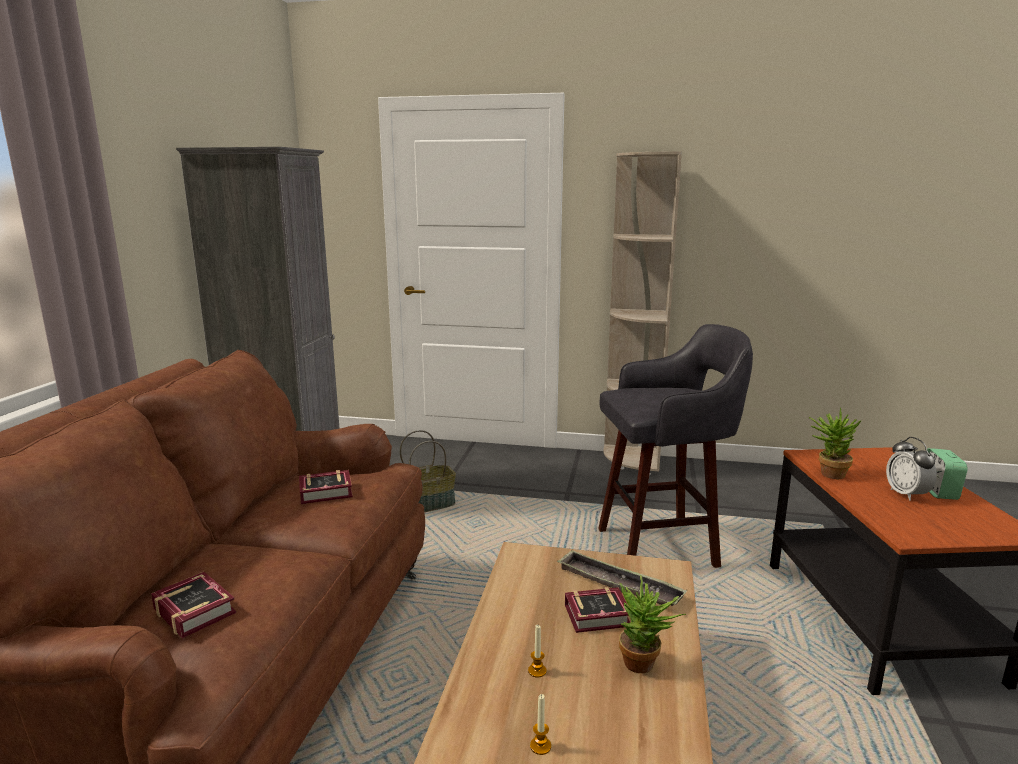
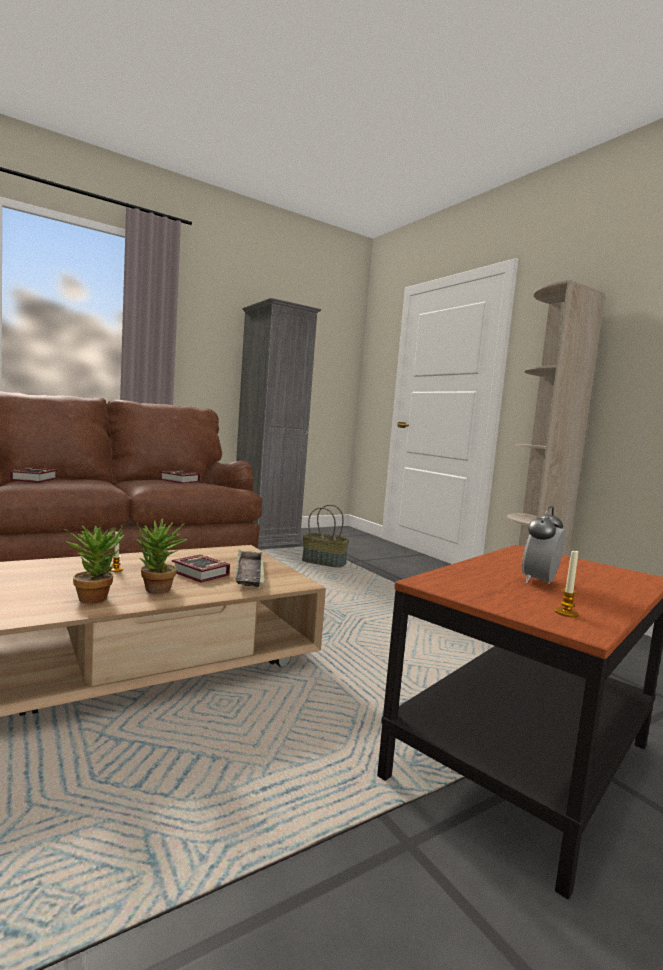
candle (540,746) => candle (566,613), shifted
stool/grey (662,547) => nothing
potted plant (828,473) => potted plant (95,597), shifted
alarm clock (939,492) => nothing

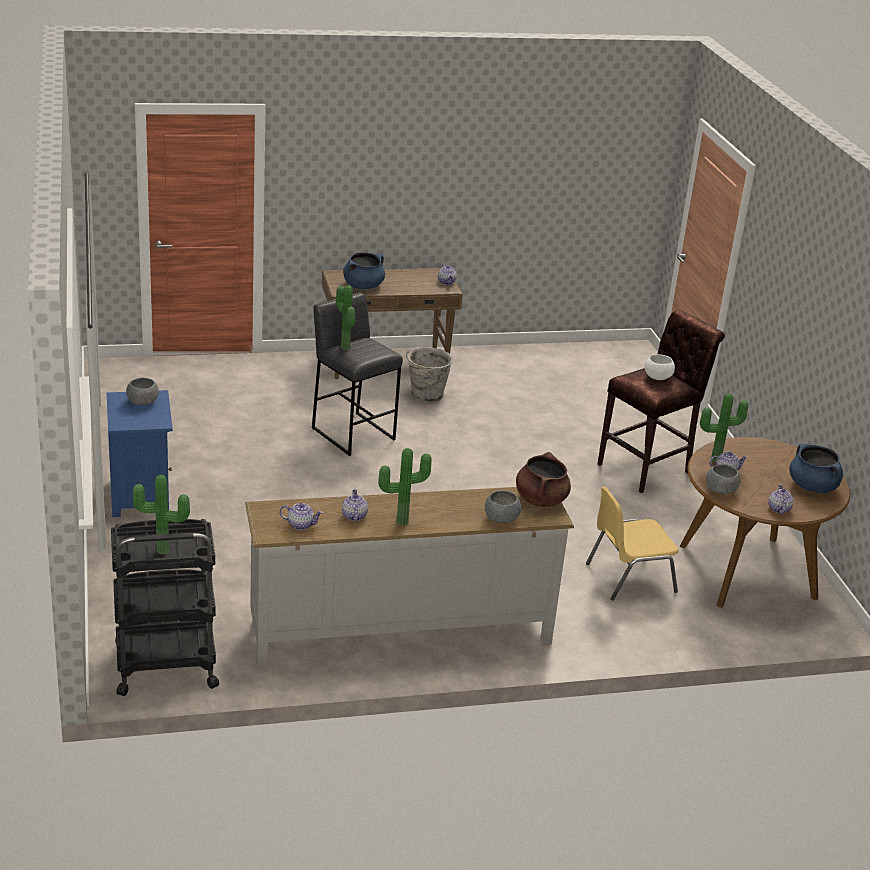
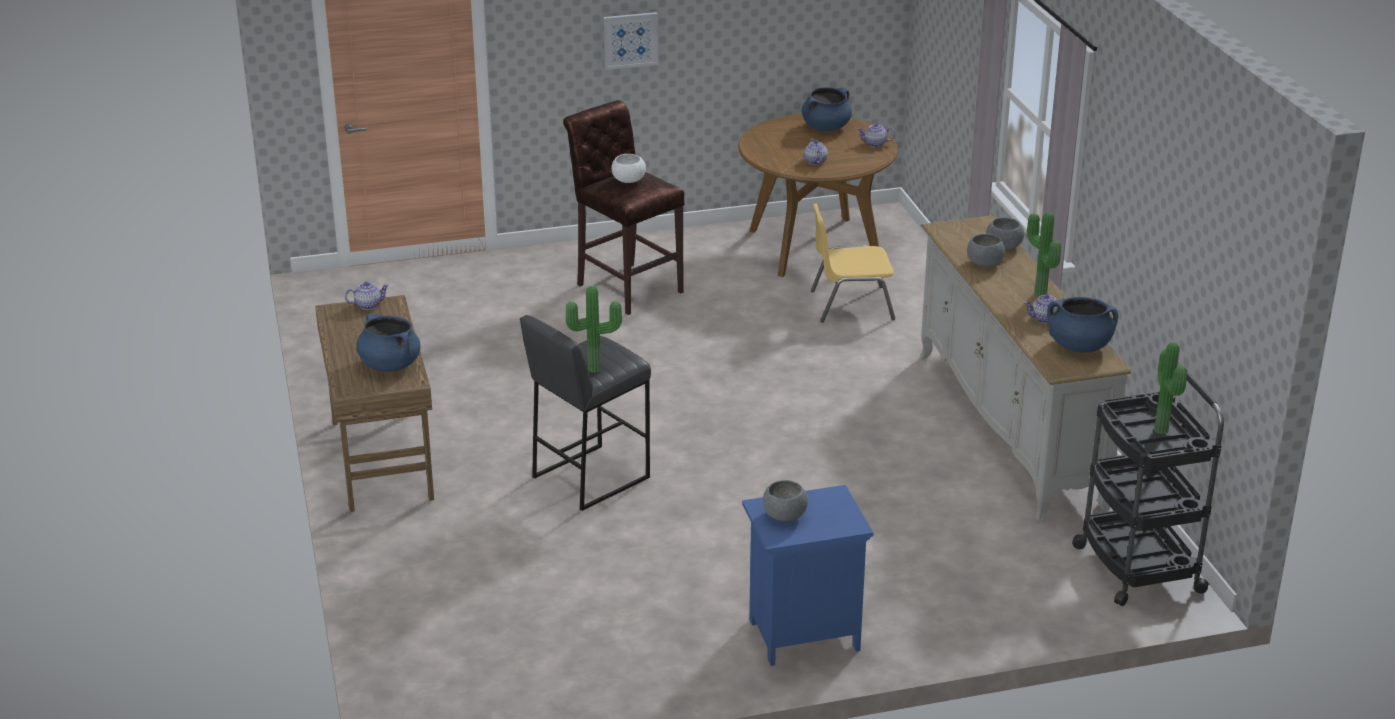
teapot (301,525) => cooking pot/blue (1079,346)
bucket/grey (426,396) => nothing
cooking pot/brown (541,499) => nothing
chair/yellow (628,577) => chair/yellow (850,305), 105 degrees clockwise
potted plant (715,458) => nothing
bowl/grey (721,490) => bowl/grey (984,263), shifted
nothing => picture (630,40)

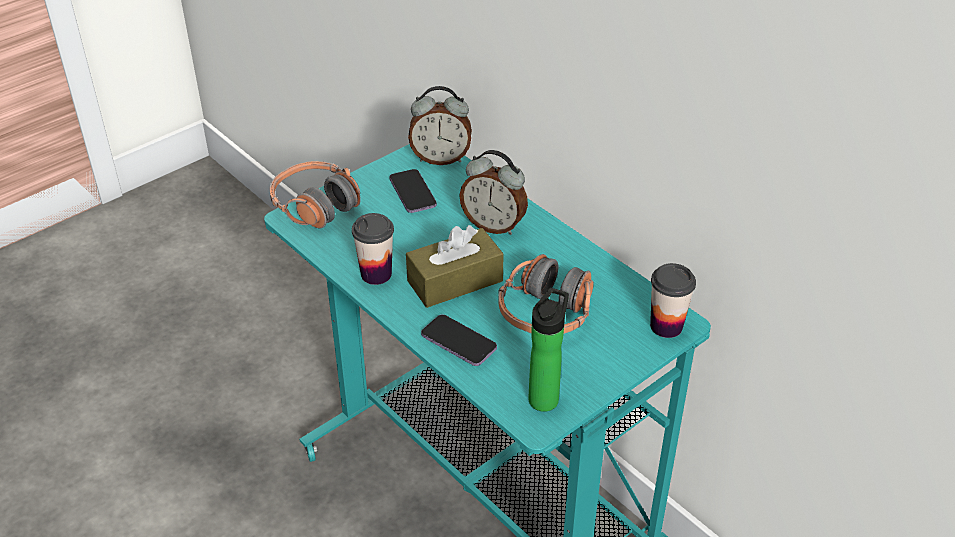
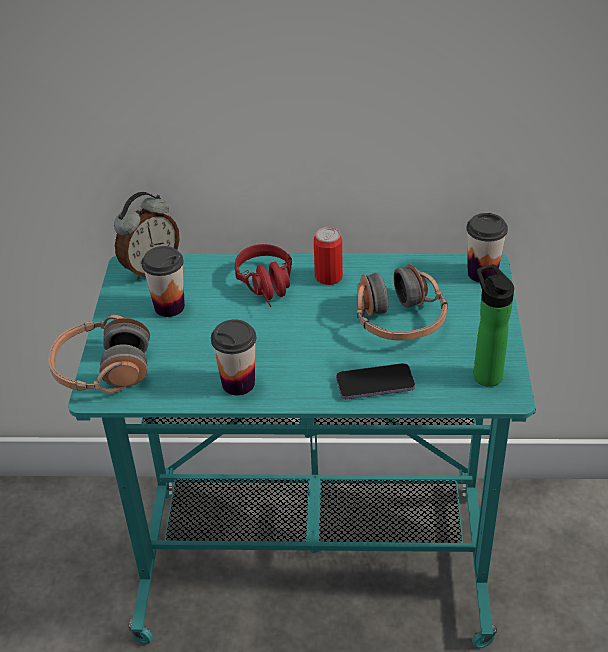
phone (412,193) => cup (169,307)
tissue box/brown (455,281) => nothing
alarm clock (494,225) => headphones/red (269,288)
nothing => can (328,277)

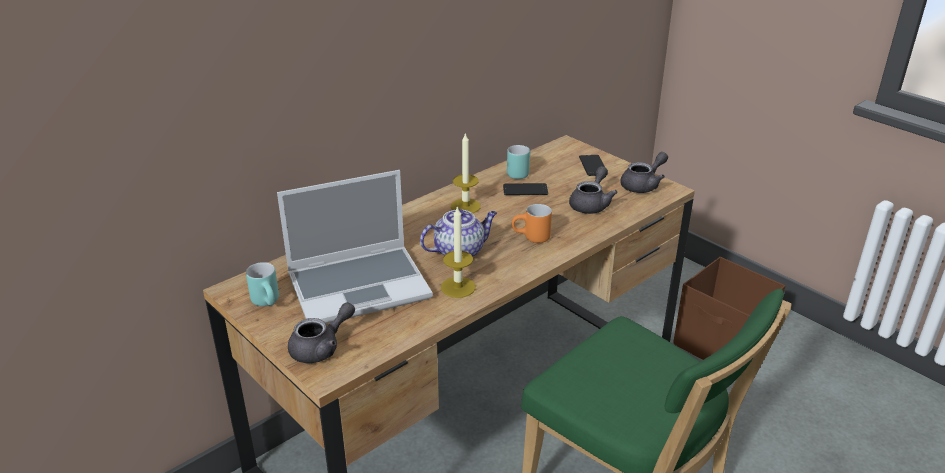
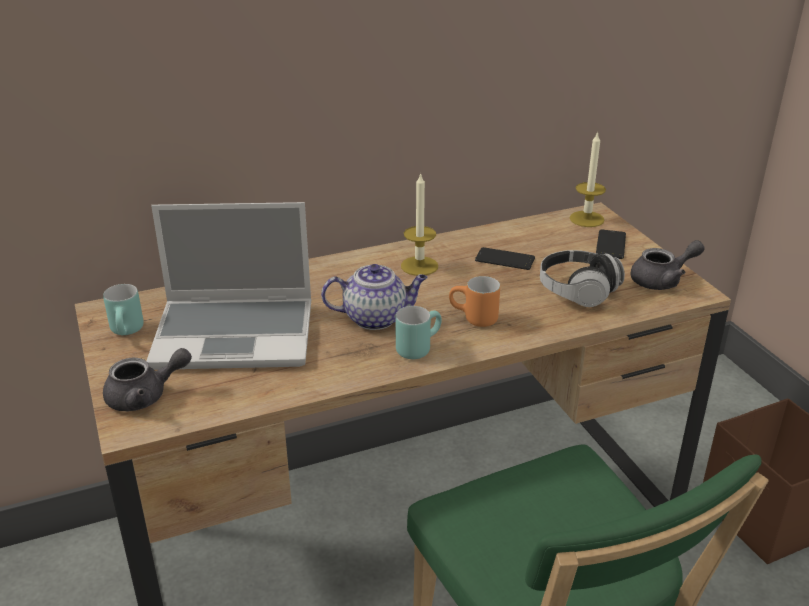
candle (458,287) => candle (586,219), shifted
mug/turquoise (518,172) => mug/turquoise (417,347), shifted
teapot/grey (591,204) => headphones (577,291)

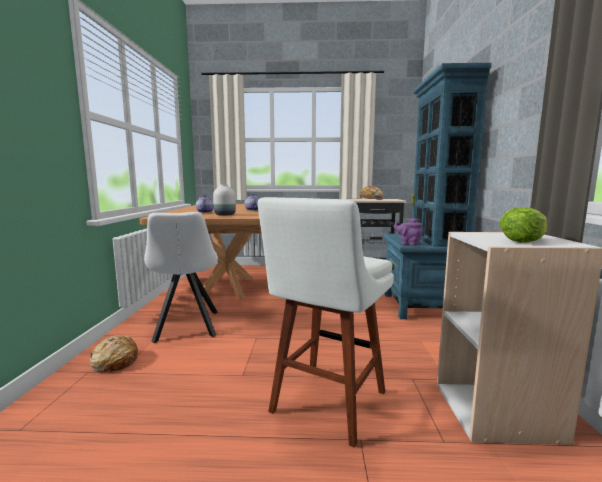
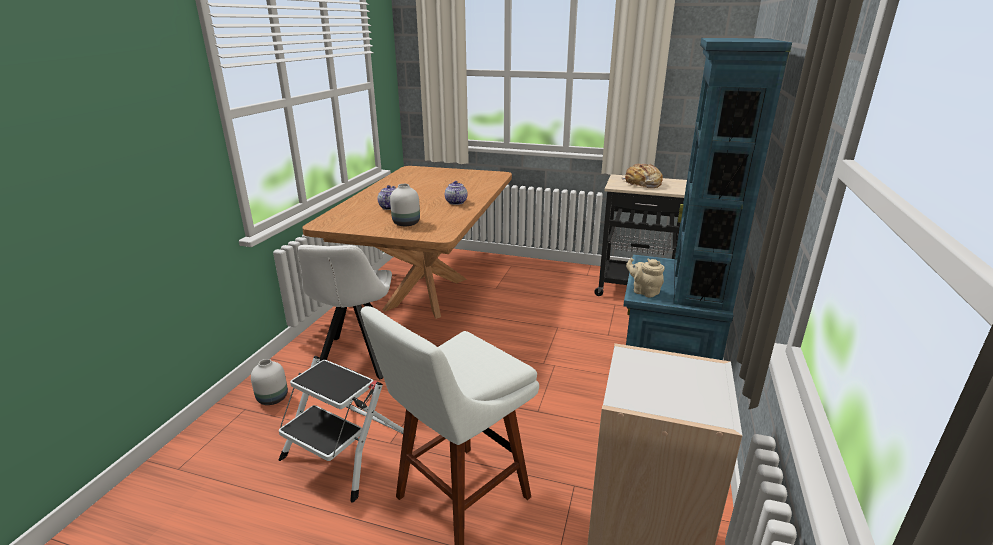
bread (115,361) => vase/white (272,399)
teapot/purple (408,244) => teapot/beige (644,291)
lettuce (523,240) => nothing
nothing => step ladder (349,450)

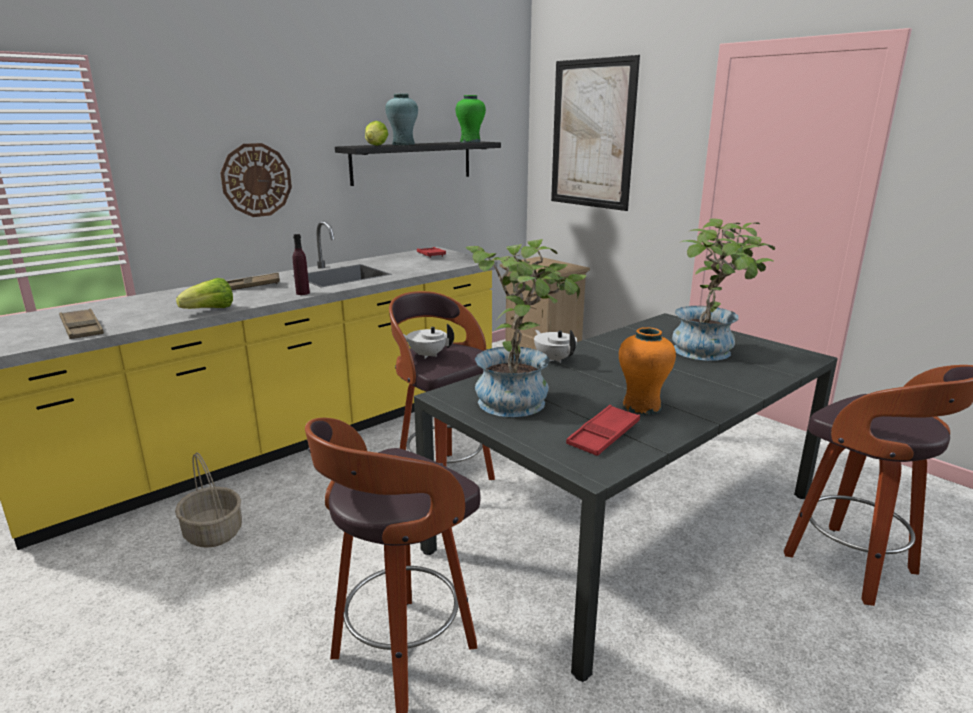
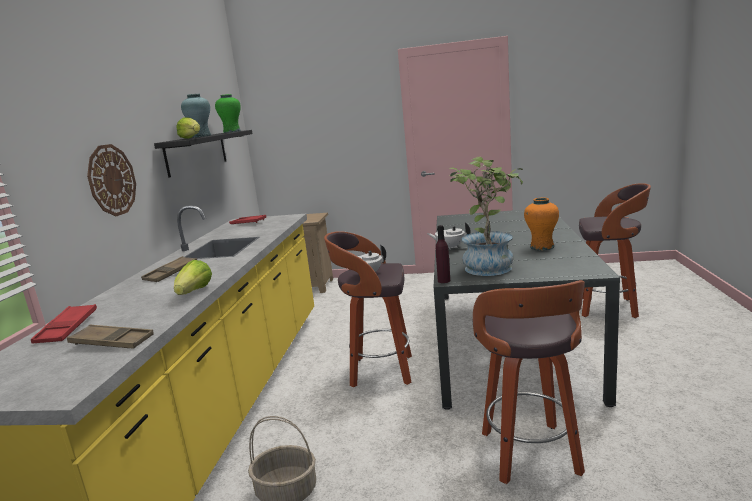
bottle/purple (302,293) => bottle/purple (444,281), shifted
picture (592,134) => nothing
tray/red (603,436) => tray/red (67,328), shifted
potted plant (710,352) => nothing

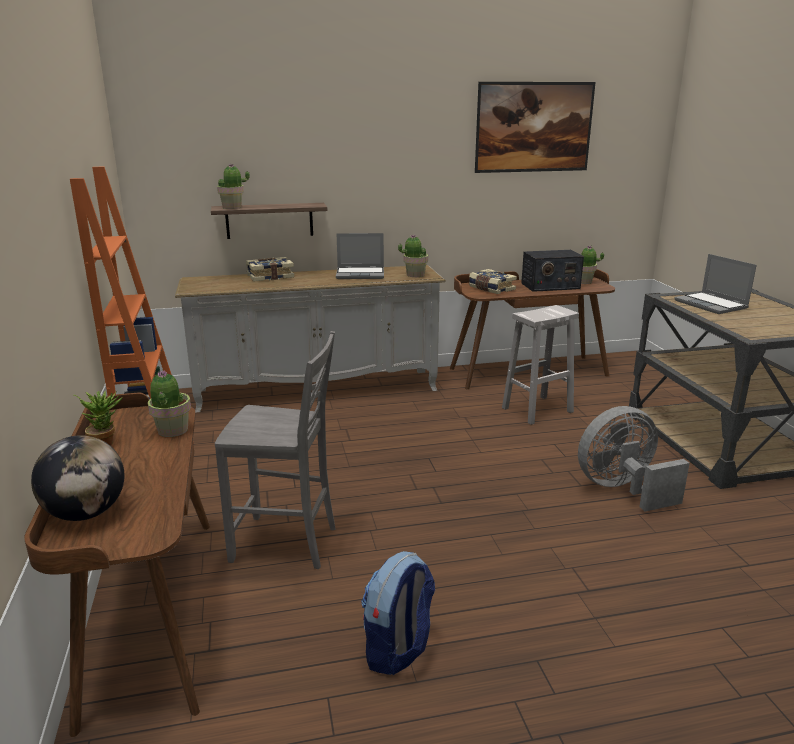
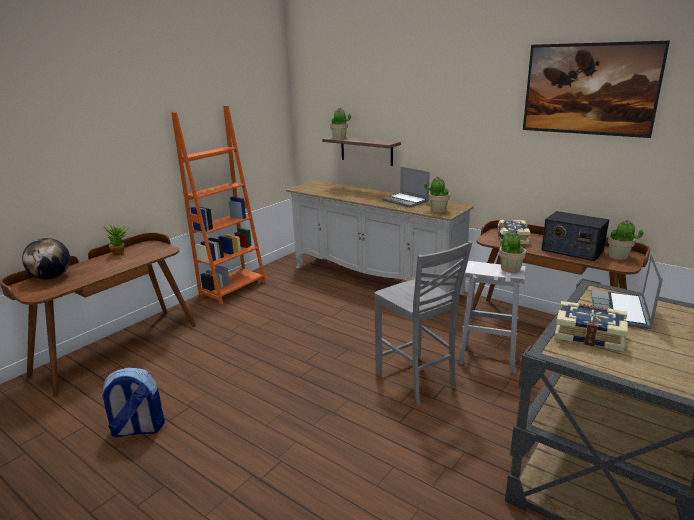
potted plant (172,430) => potted plant (510,269), shifted
chair/grey (286,544) => chair/grey (416,381), shifted
book (270,276) => book (588,334), shifted
fan/grey (622,489) => nothing

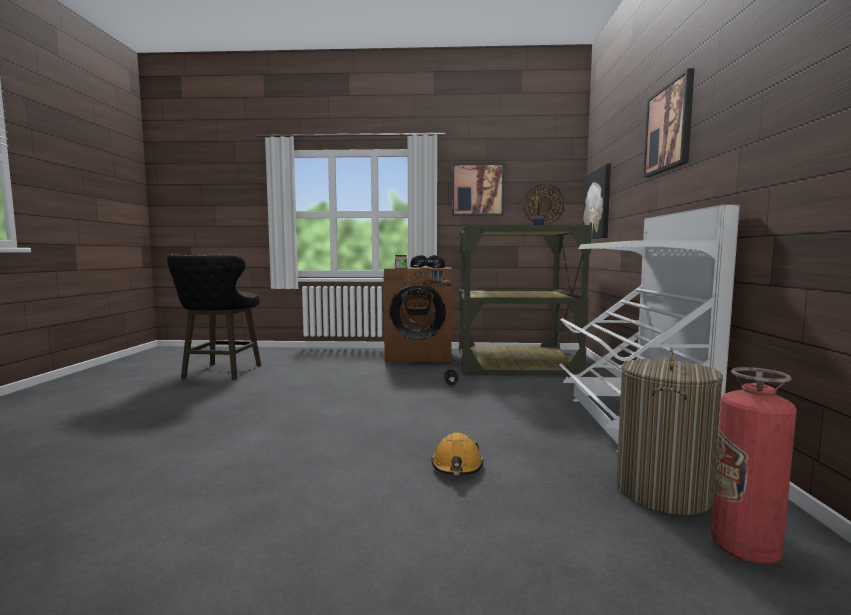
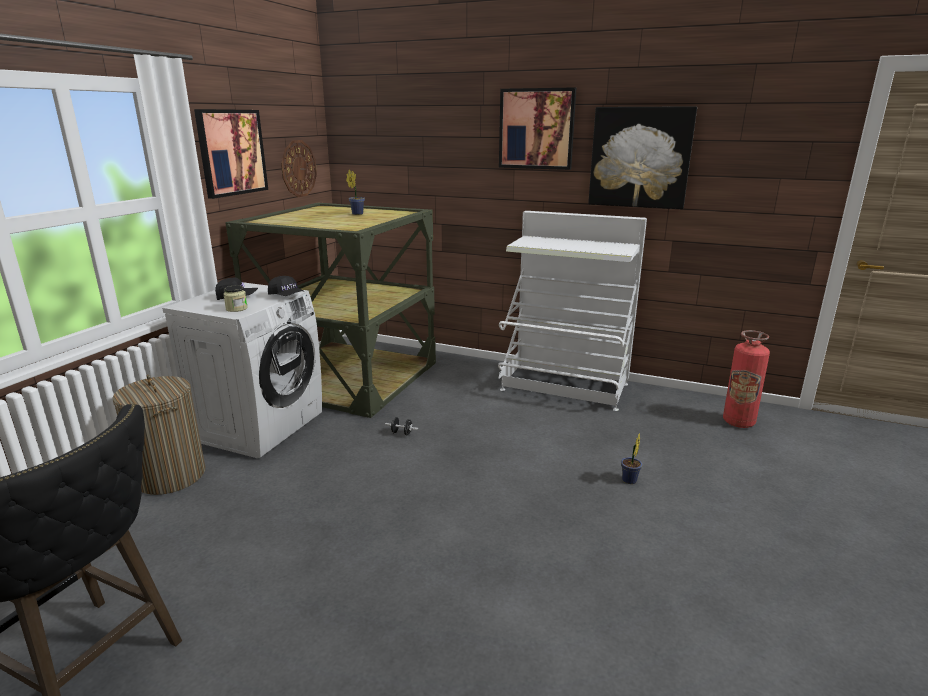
washing machine/brown (419,357) => washing machine/white (260,428)
hard hat/orange (457,466) => potted plant (629,481)
picture (597,204) => picture (640,157), shifted
laundry basket (662,492) => laundry basket (171,476), shifted

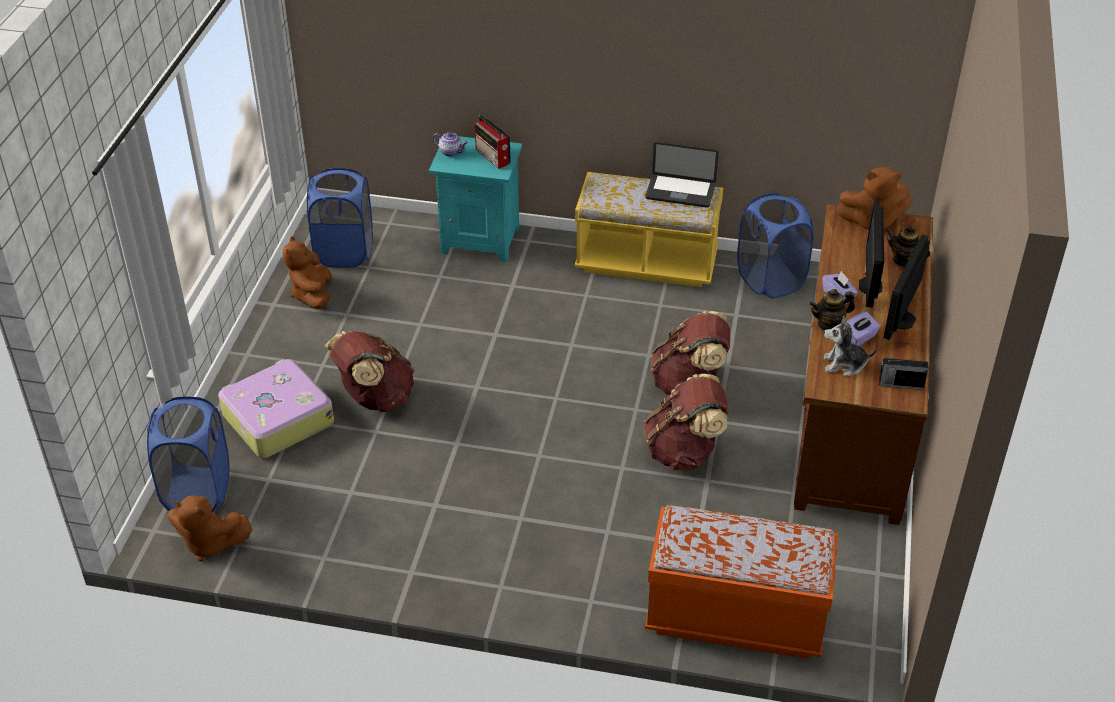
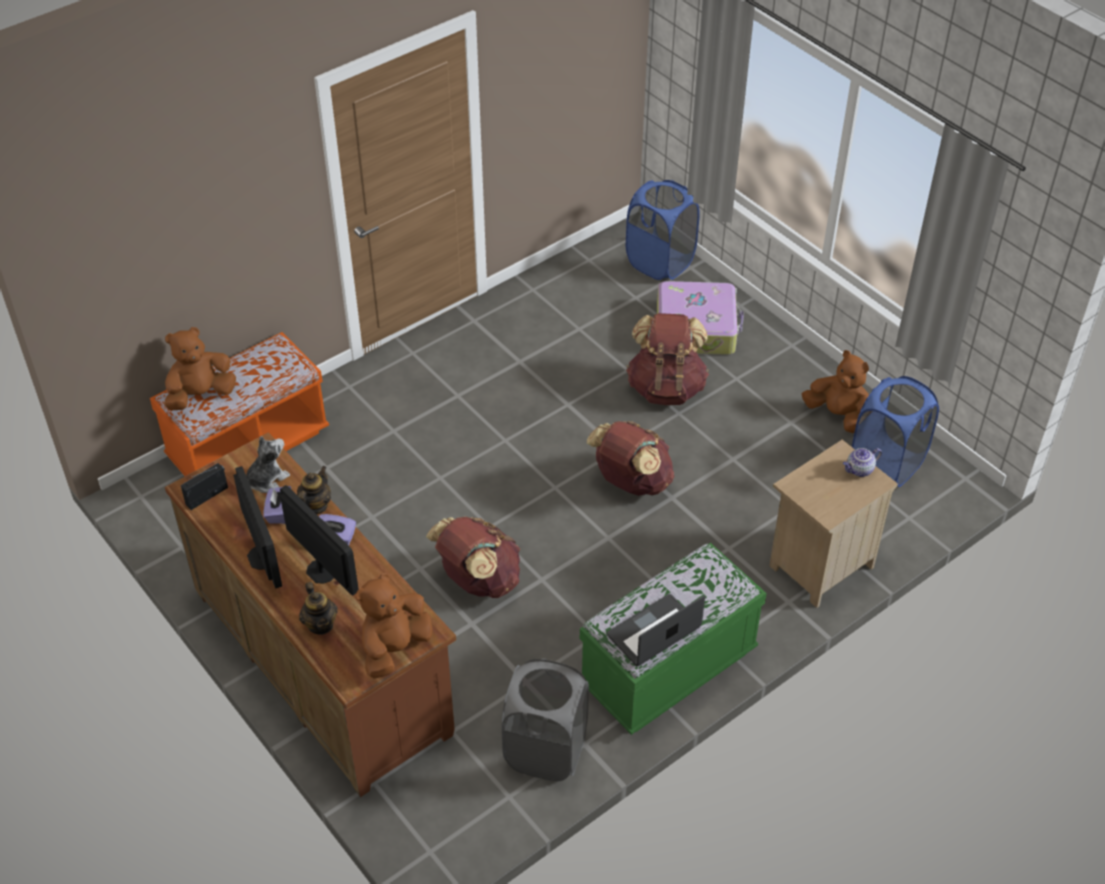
plush toy/brown (209,543) => plush toy/brown (200,395), shifted
nightstand/turquoise (481,242) => nightstand/beige (818,565)
radio (493,157) => nothing
bench/yellow (646,262) => bench/green (668,669)
backpack/brown (684,452) => backpack/brown (631,482), shifted
laundry basket/blue (770,280) => laundry basket/grey (546,750)
teapot (904,260) => teapot (320,624), 90 degrees clockwise

